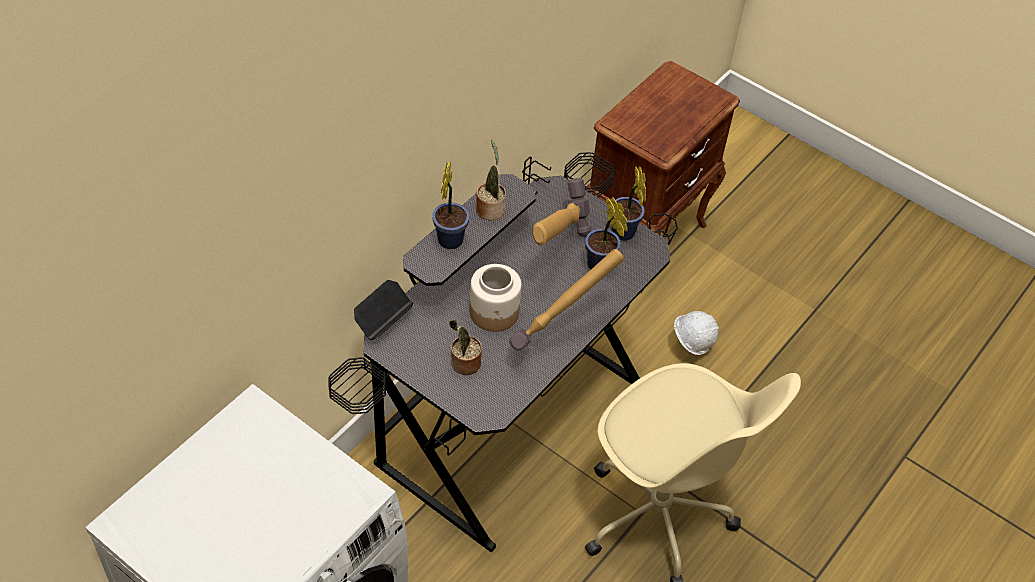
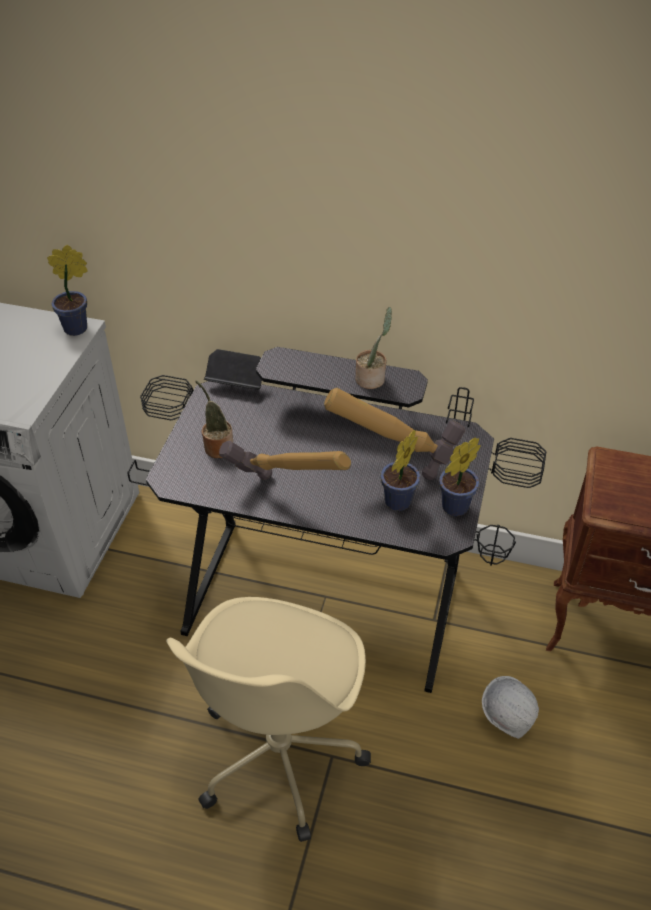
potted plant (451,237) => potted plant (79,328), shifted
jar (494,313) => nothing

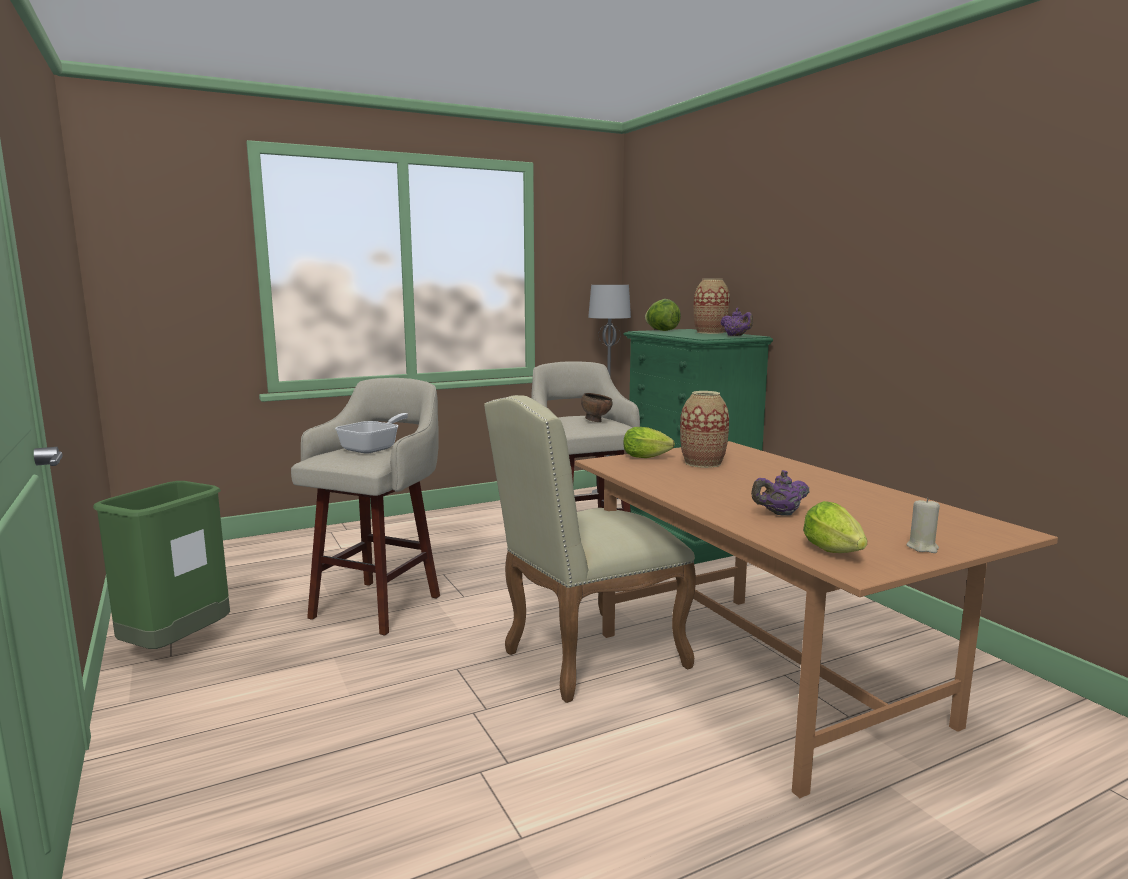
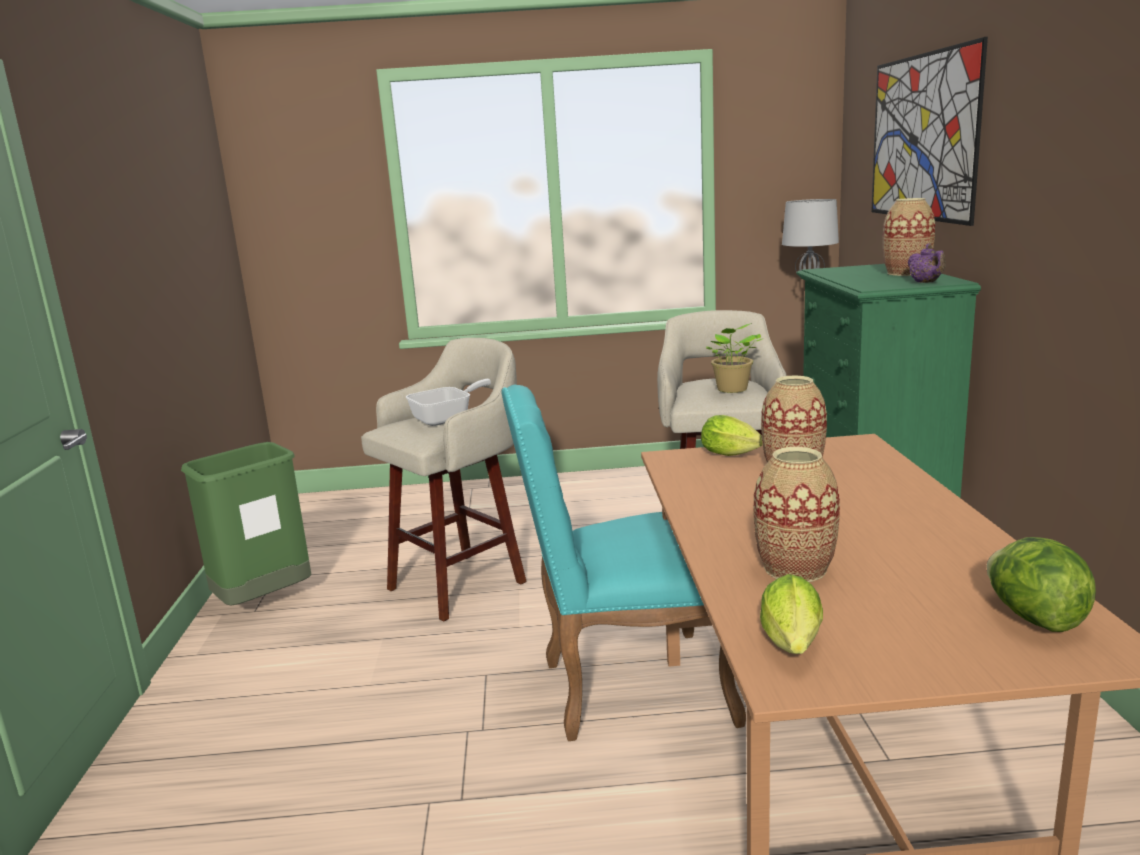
chair/beige (588,657) => chair/turquoise (631,688)
bowl/brown (596,421) => potted plant (732,390)
lettuce (662,330) => lettuce (1033,617), shifted
teapot/purple (779,514) => vase (794,568)
candle/beige (922,547) => nothing
nothing => picture (922,137)

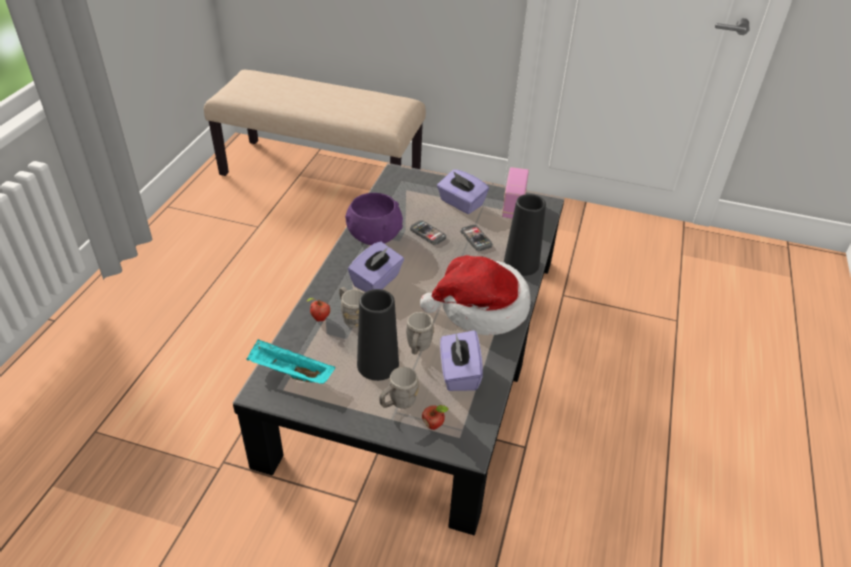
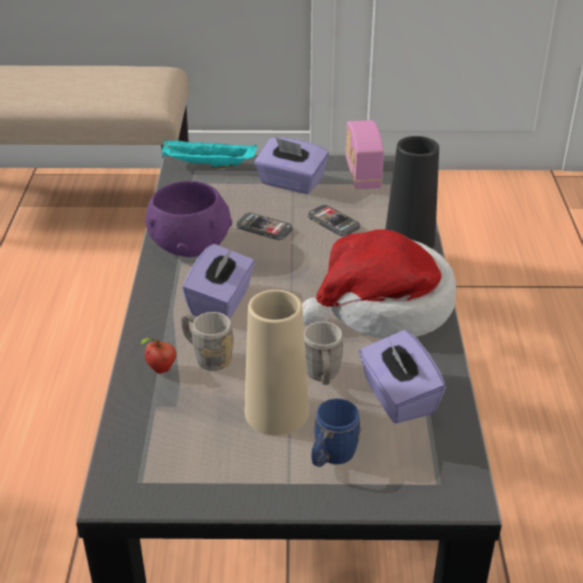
tray/turquoise (289,373) => tray/turquoise (207,165), shifted
vase/black (378,364) => vase/beige (276,412)
mug/grey (398,402) => mug/blue (331,457)
apple (434,425) => nothing

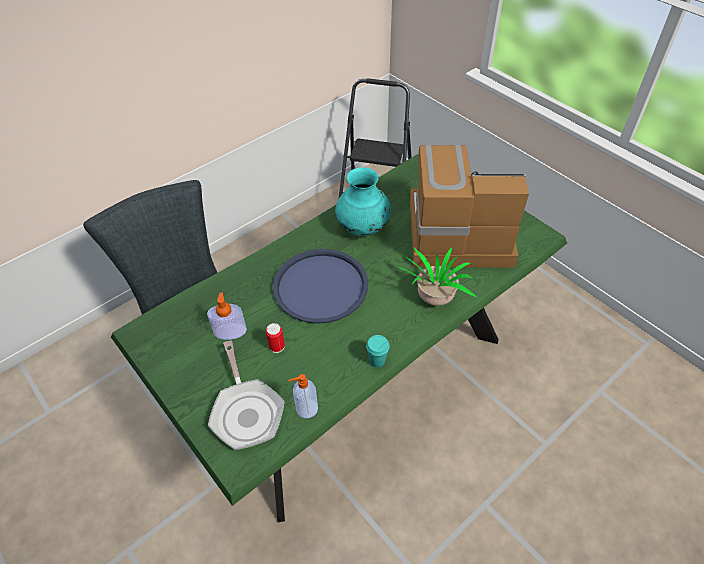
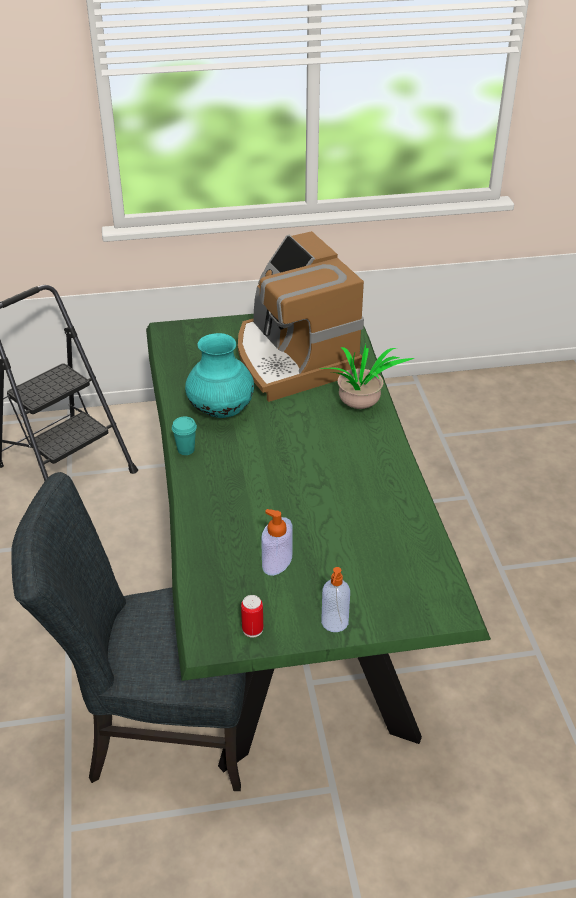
frying pan (246,411) => nothing
can (277,346) => can (252,629), shifted
tray/blue (320,286) => nothing
soap dispenser (306,409) => soap dispenser (334,623), shifted
cup/turquoise (377,361) => cup/turquoise (186,450), shifted
coffee machine (457,234) => coffee machine (292,358), 60 degrees counterclockwise

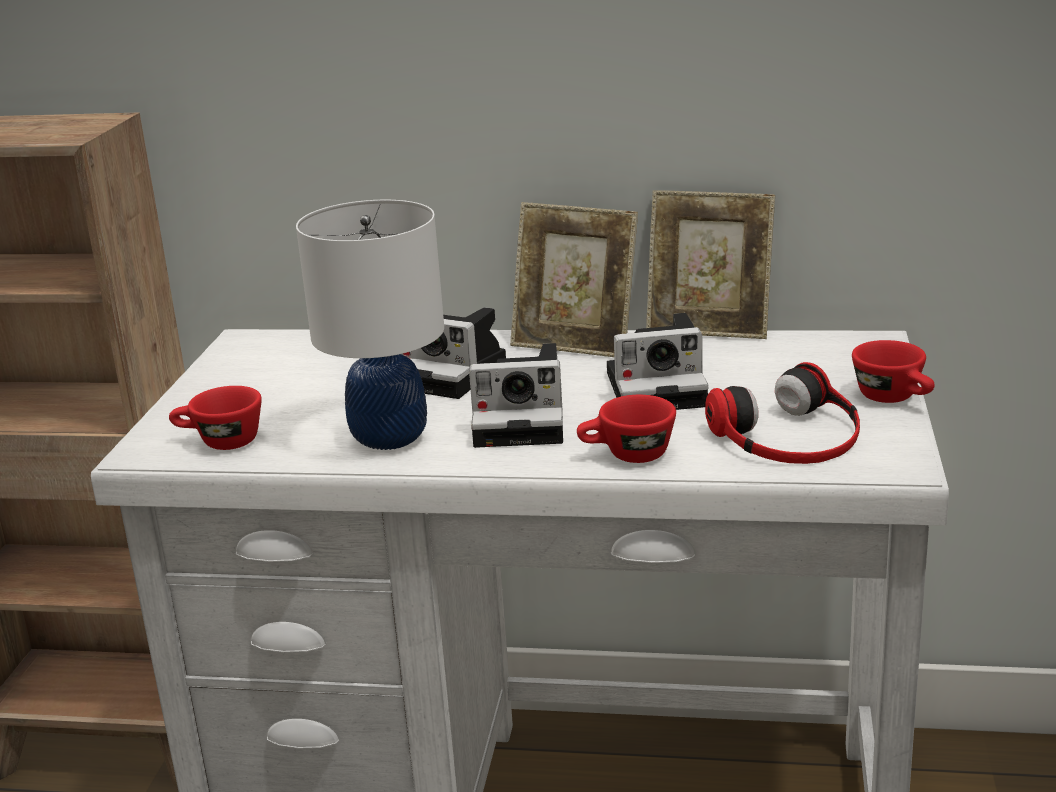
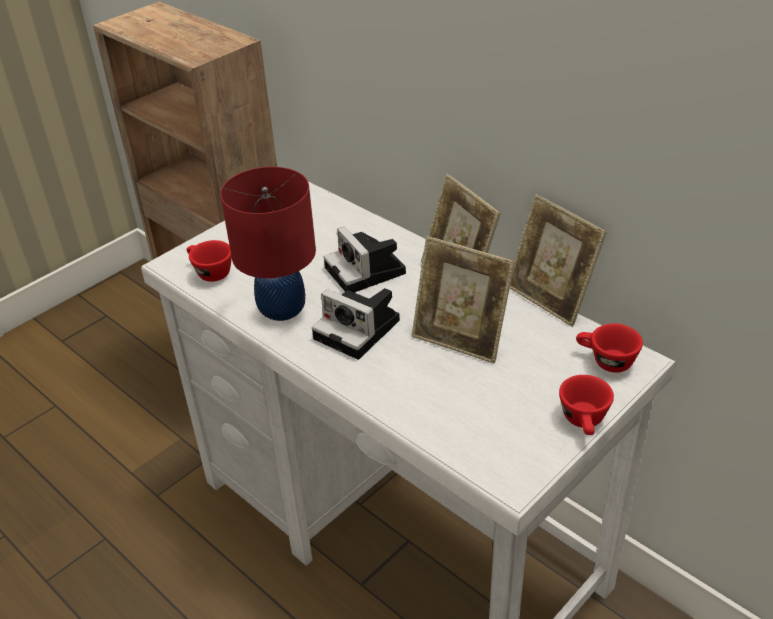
table lamp/white (389,441) => table lamp/red (281,312)
cup/red (627,456) => cup/red (605,361), shifted
photo camera (660,388) => picture frame (460,340)
headphones (790,435) => nothing

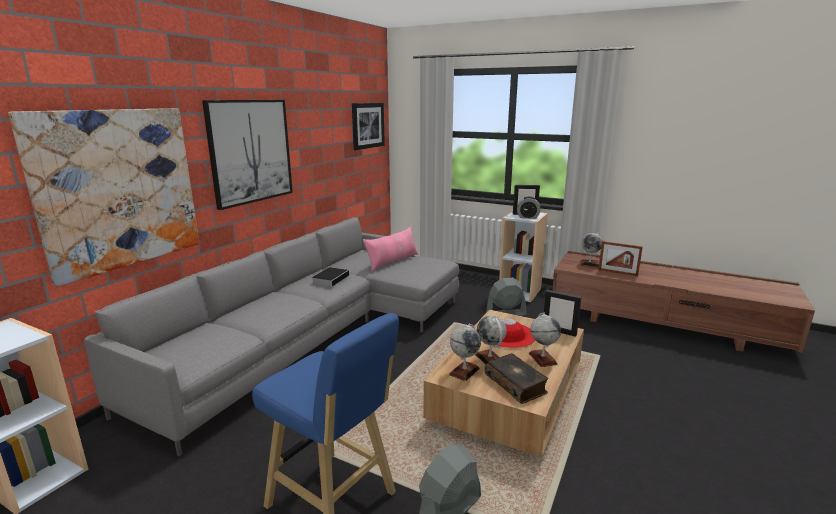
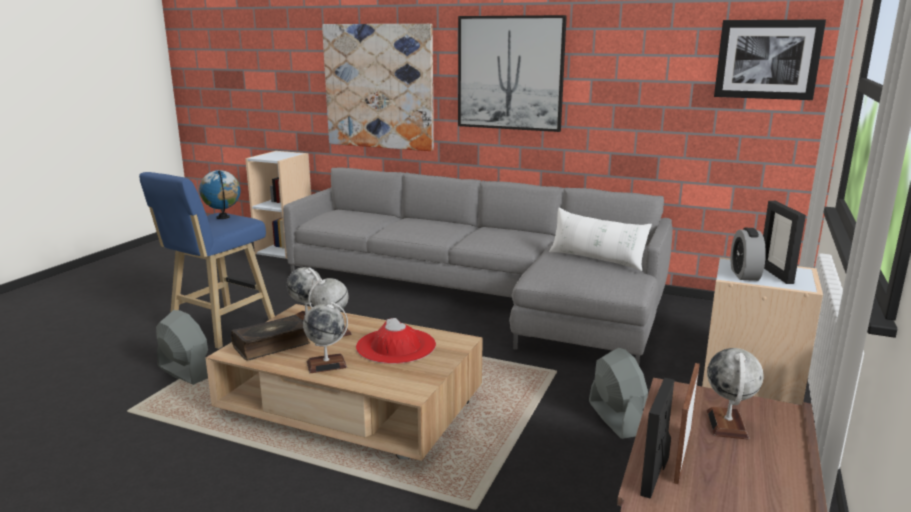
book (331,278) => nothing
pillow/pink (392,261) => pillow/white (596,259)
picture frame (559,331) => picture frame (655,476), shifted
nothing => globe (223,217)

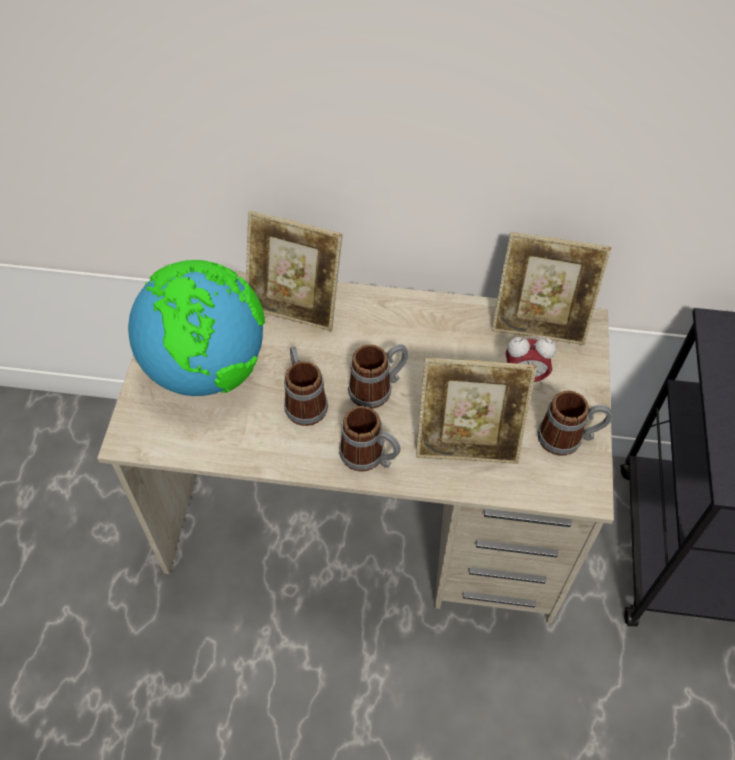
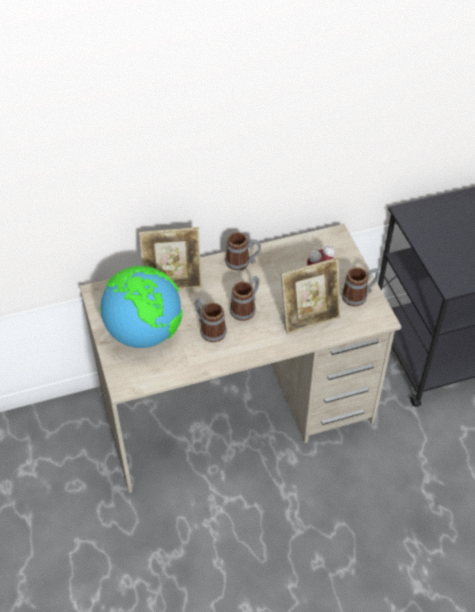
mug (369,457) => mug (242,262), shifted
picture frame (539,324) => nothing

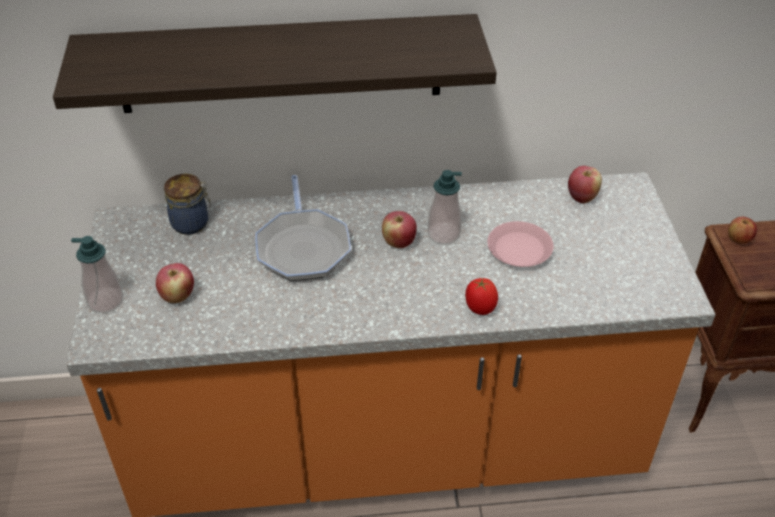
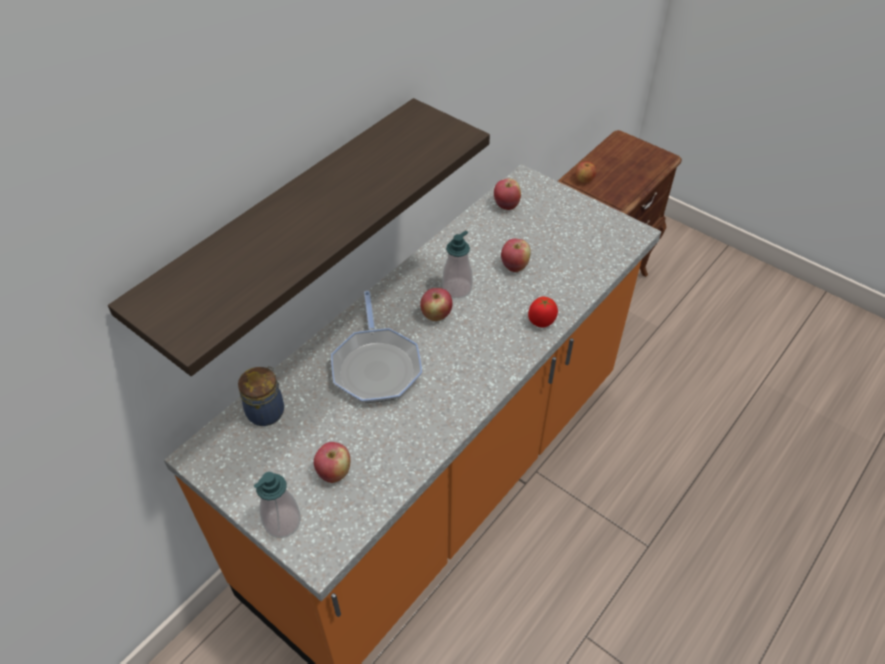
frying pan (303,247) => frying pan (376,366), 45 degrees clockwise
plate/pink (519,249) => apple (514,266)

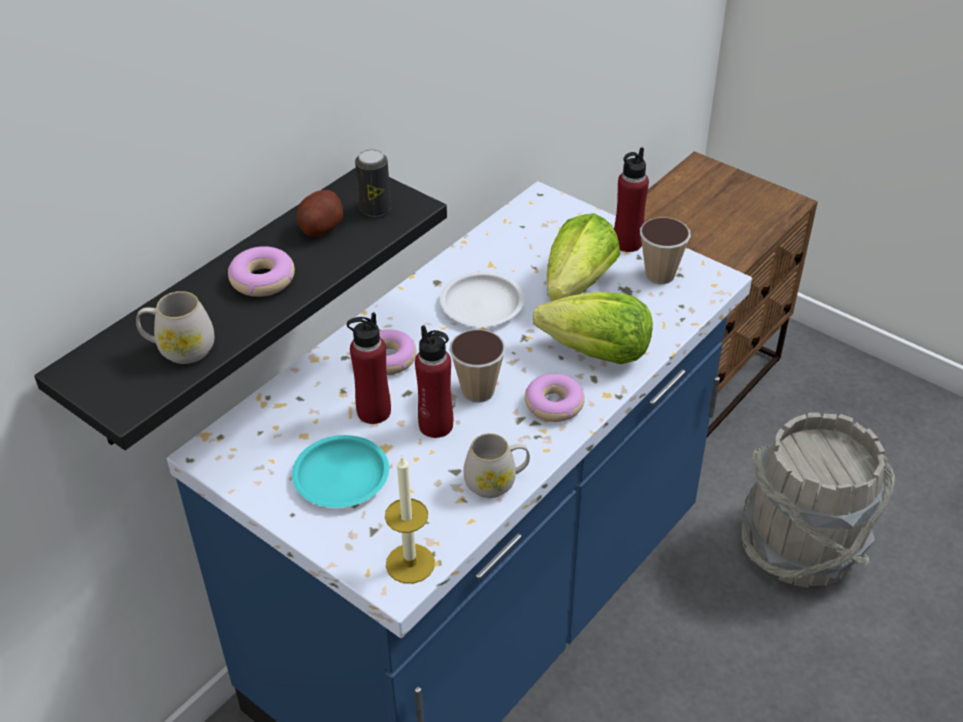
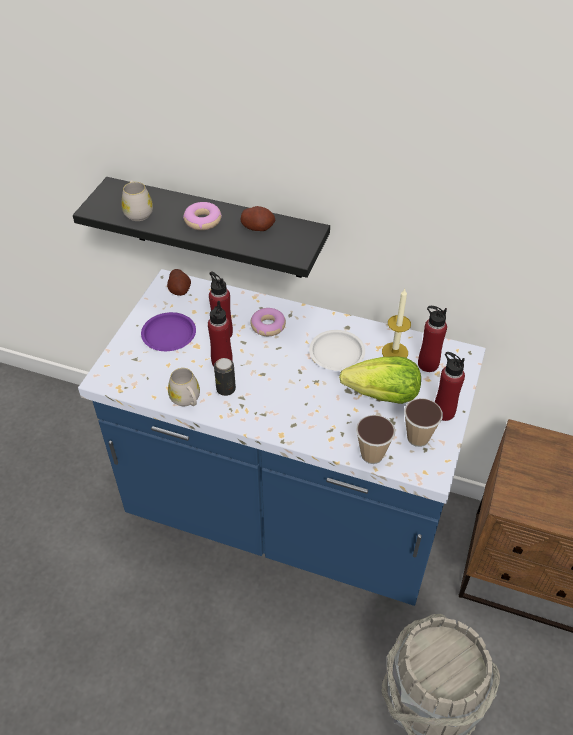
plate/turquoise (342,477) => plate/purple (169,335)
can (375,209) => can (226,389), shifted
candle (410,563) => candle (395,352), shifted
cup (478,391) => cup (372,455), shifted
donut (554,404) => nothing
lettuce (597,353) => nothing
nothing => potato (179,290)
nothing => bottle/red (428,364)

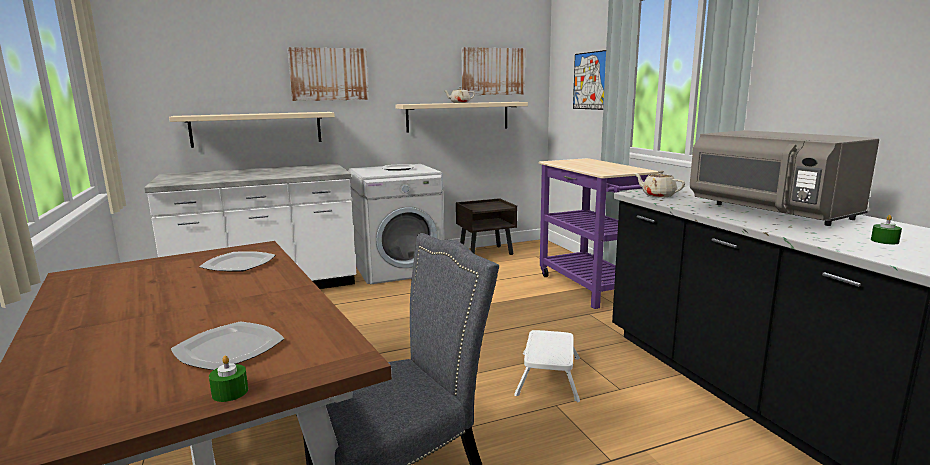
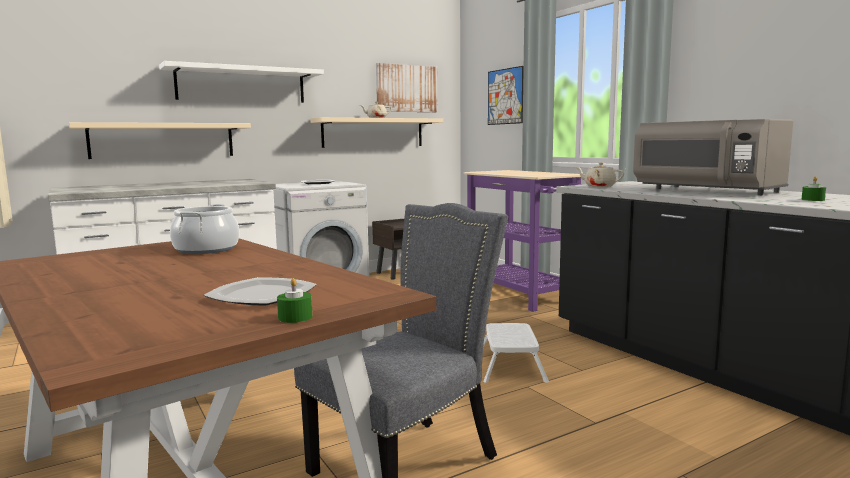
plate (239,264) => cooking pot (206,249)
picture (329,74) => shelf/white (242,85)

